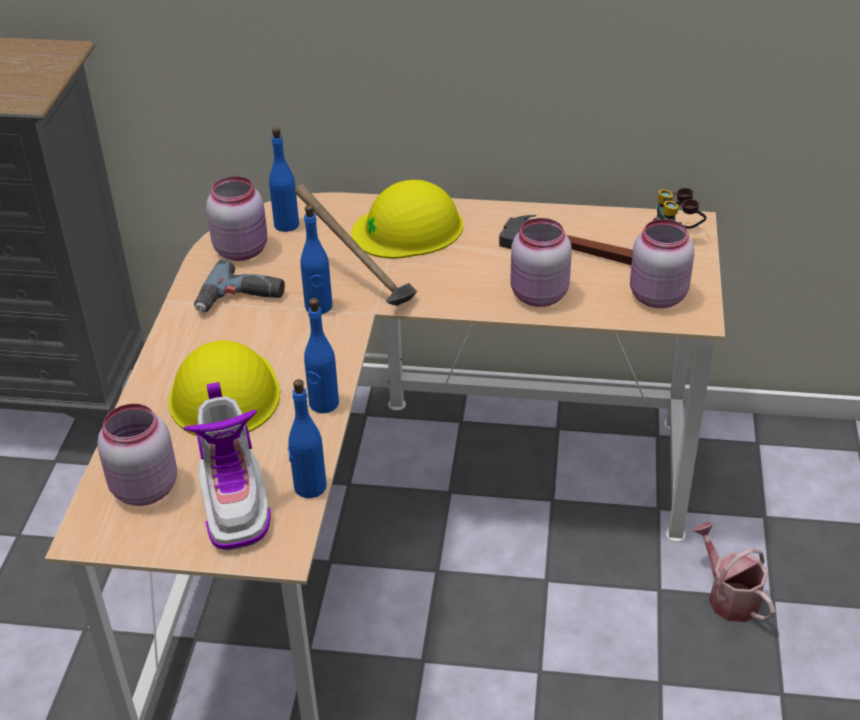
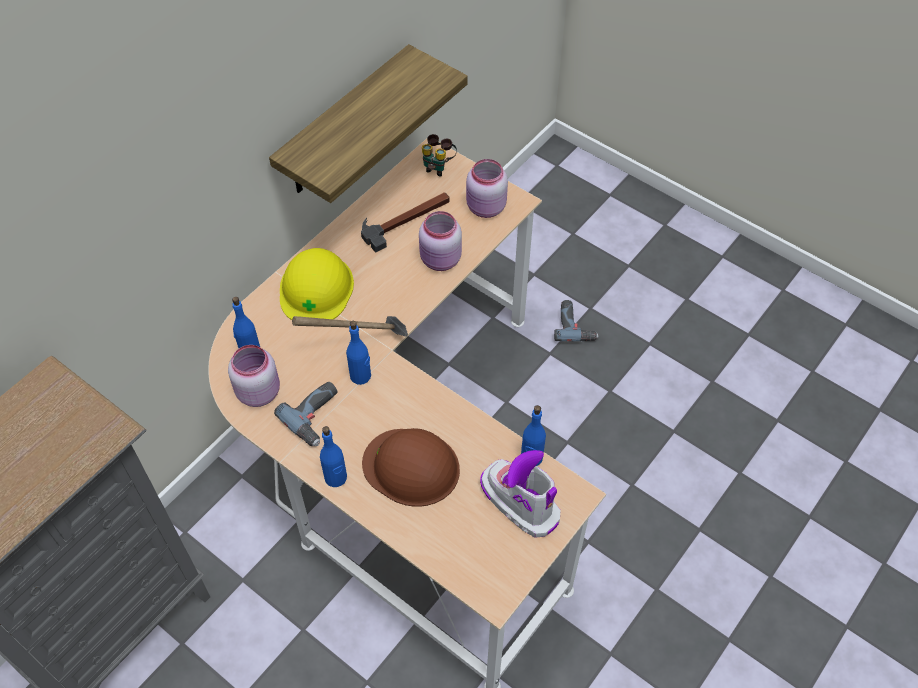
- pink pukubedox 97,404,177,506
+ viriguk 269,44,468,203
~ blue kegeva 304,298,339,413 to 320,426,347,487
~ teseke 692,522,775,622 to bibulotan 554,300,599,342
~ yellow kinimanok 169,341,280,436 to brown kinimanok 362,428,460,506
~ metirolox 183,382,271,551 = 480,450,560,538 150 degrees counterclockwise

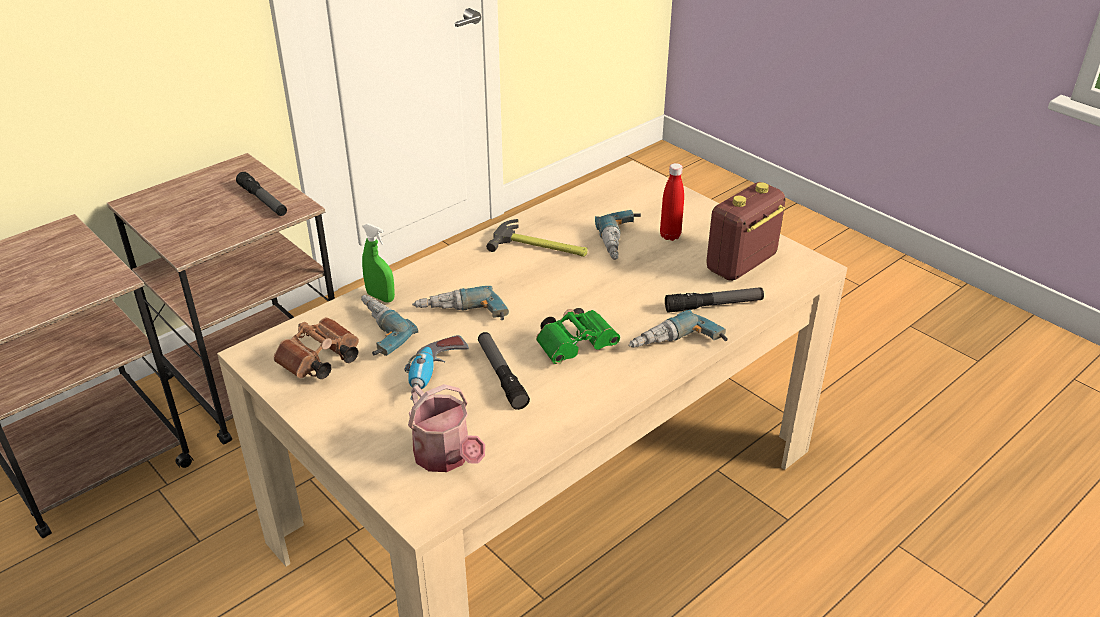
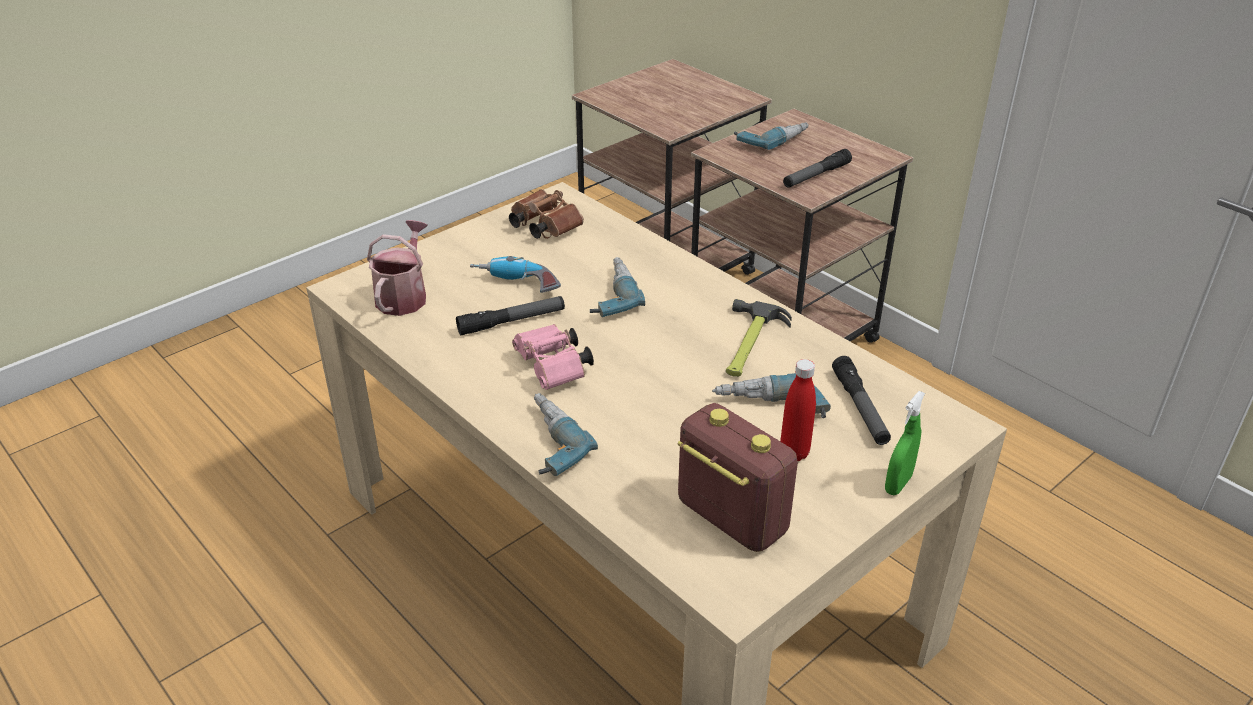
~ bibulotan 361,295,418,356 to 734,123,809,150
~ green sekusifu 362,223,395,302 to 885,391,925,495
~ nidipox 665,287,764,313 to 832,356,891,445
~ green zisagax 536,308,620,364 to pink zisagax 512,324,594,390
~ teseke 408,384,485,472 = 367,220,427,316 135 degrees clockwise

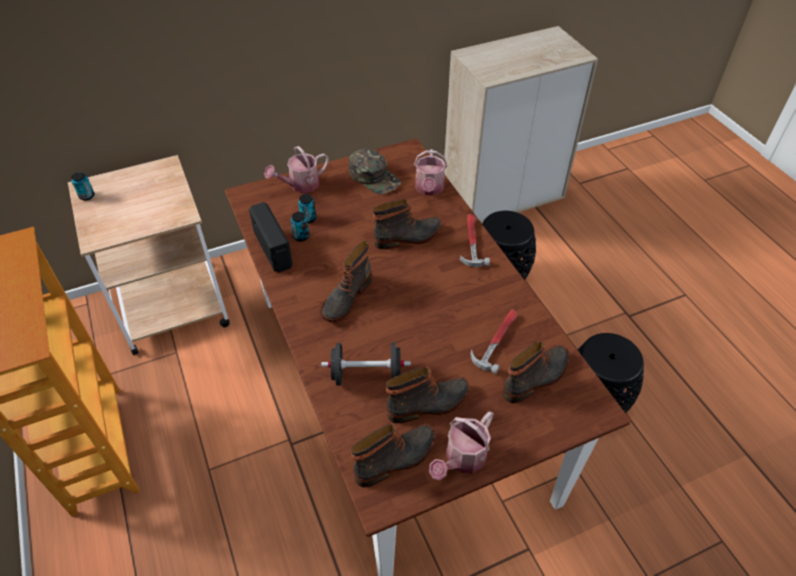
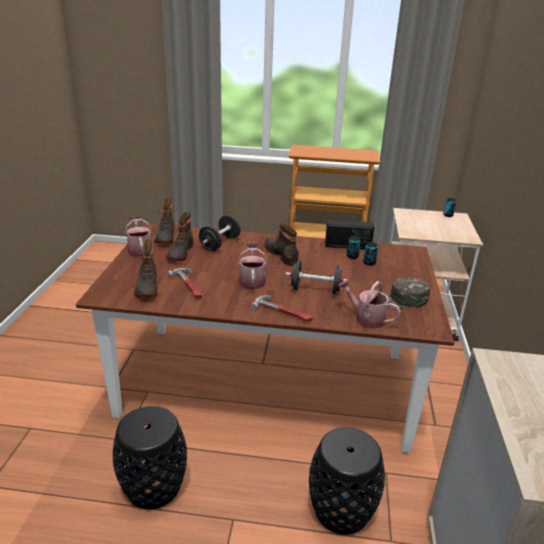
~ teseke 264,146,329,193 to 238,243,267,290
~ metirolox 373,199,442,249 to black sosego 286,260,347,295

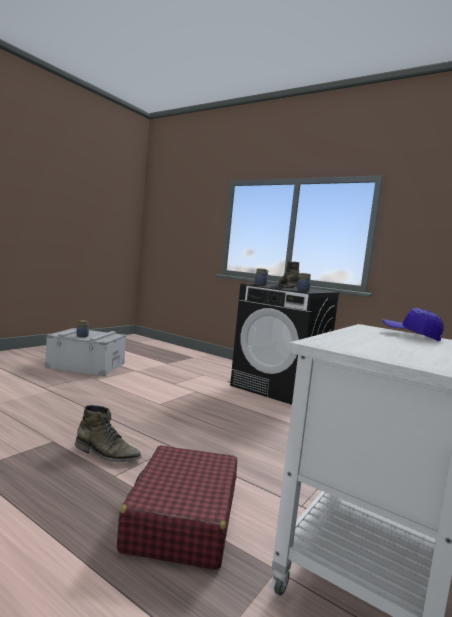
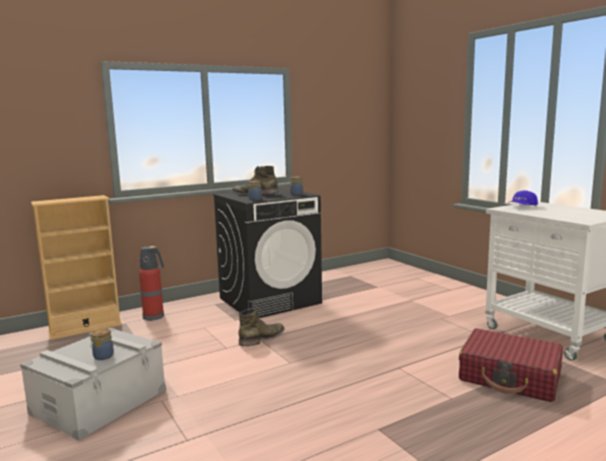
+ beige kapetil 31,195,122,340
+ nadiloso 138,246,164,321
~ green metirolox 75,405,142,462 to 238,308,285,346

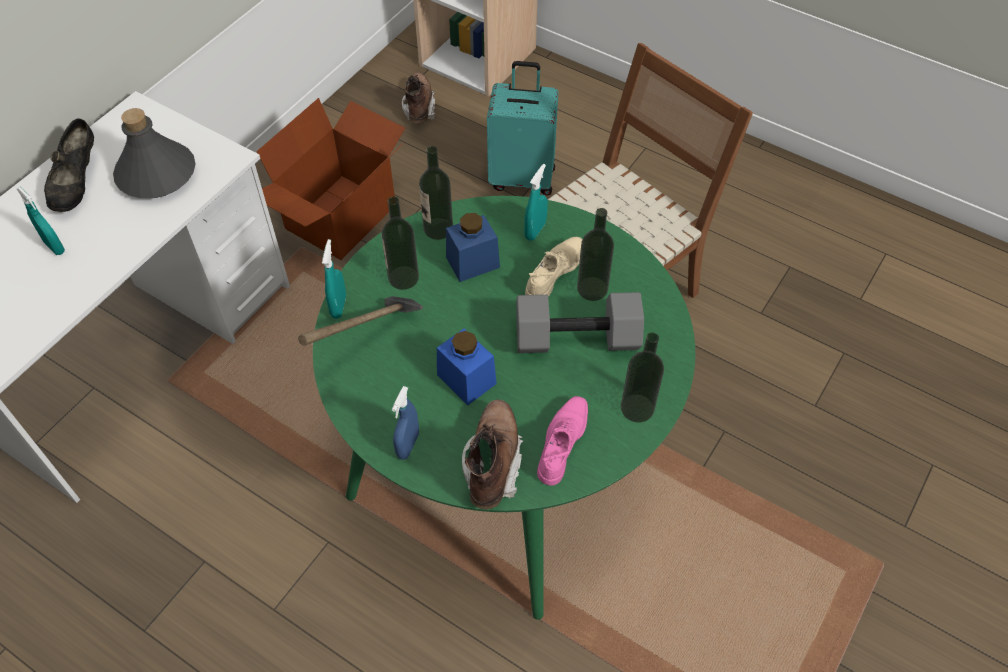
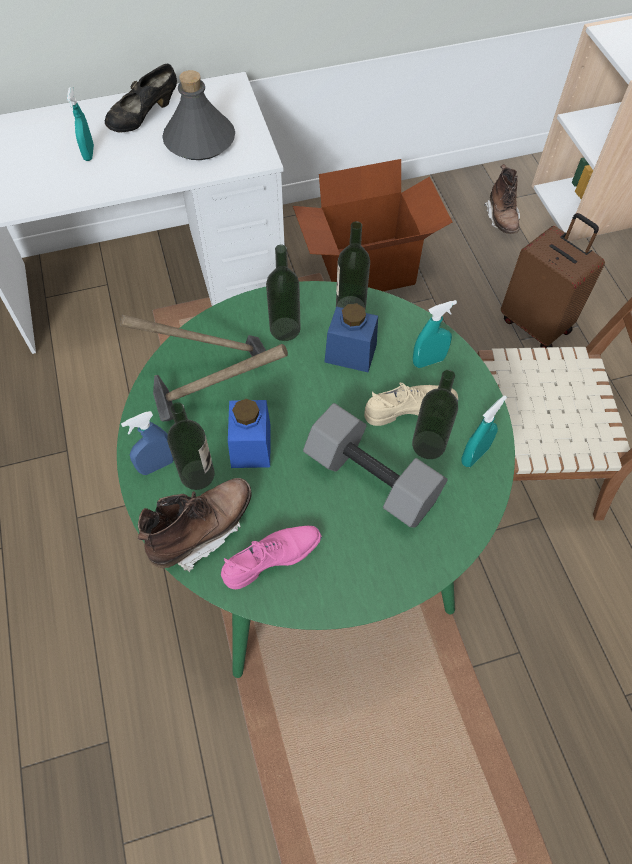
+ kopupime 153,344,288,421
~ turquoise sekusifu 322,239,346,319 to 461,395,507,467
~ kegeva 621,333,664,422 to 167,402,215,490
~ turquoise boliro 487,61,558,195 to brown boliro 501,213,605,349
~ brown metirolox 402,72,435,124 = 484,164,520,234 135 degrees clockwise

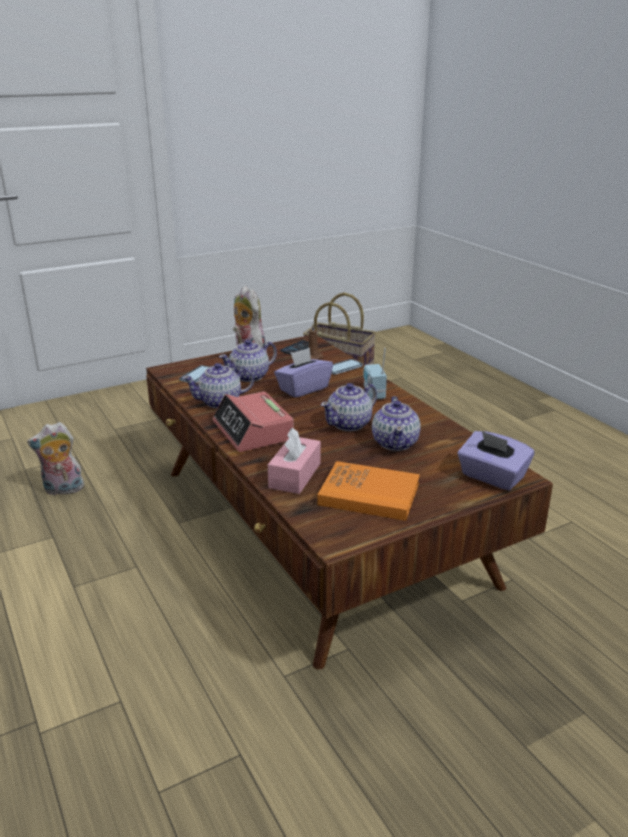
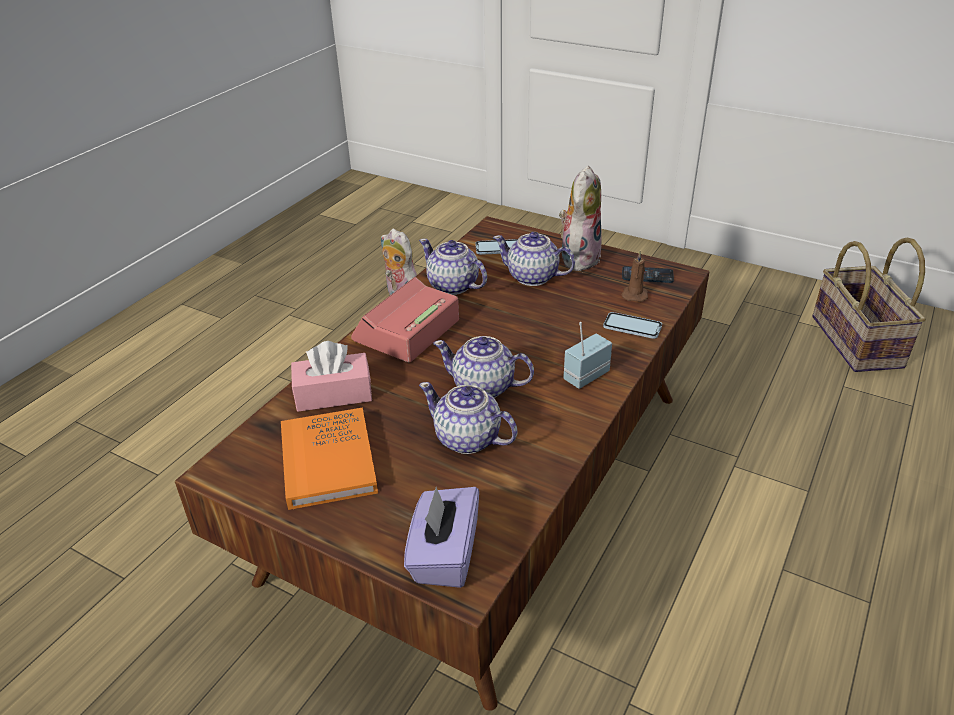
- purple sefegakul 274,347,333,398
~ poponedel 372,396,421,451 = 419,382,517,454 60 degrees clockwise

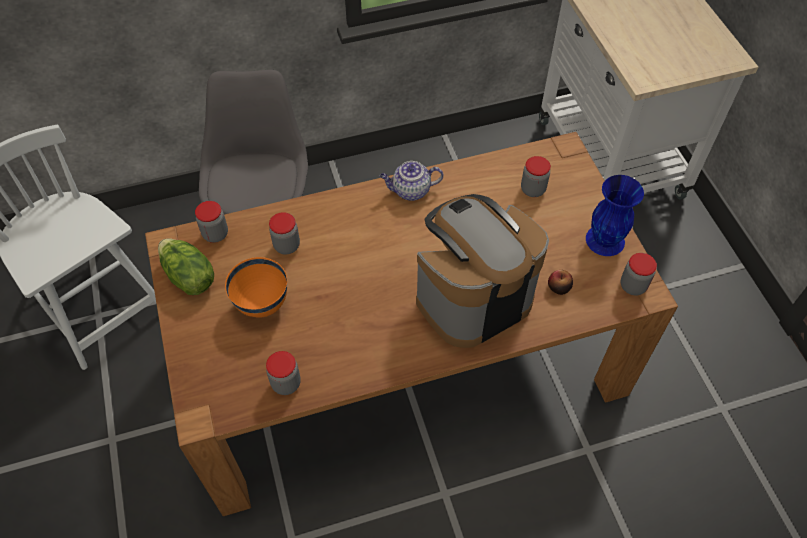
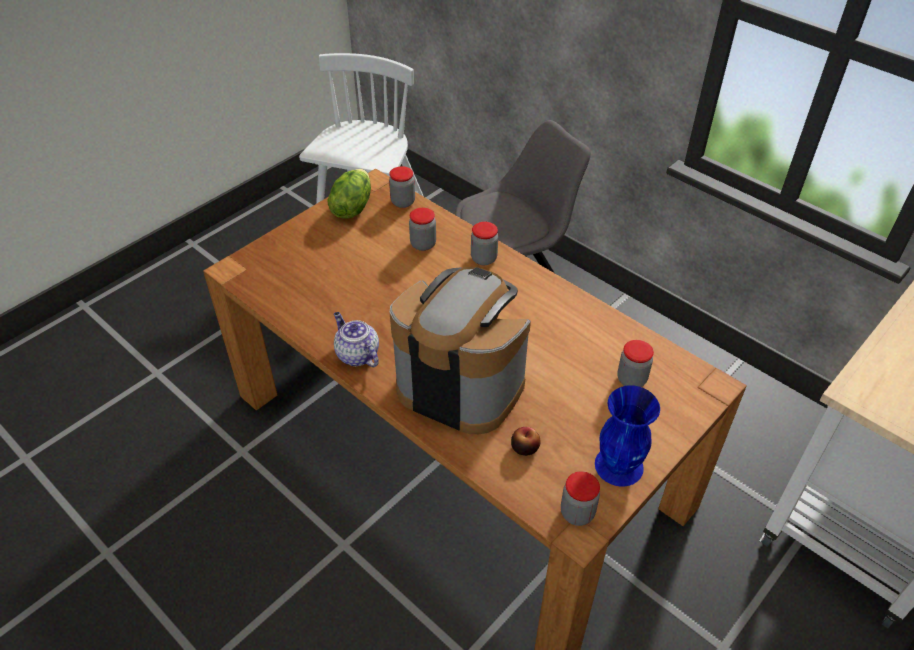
- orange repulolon 225,257,287,318
~ pukubedox 266,351,301,395 to 471,222,498,265
~ poponedel 380,161,443,201 to 334,312,379,367

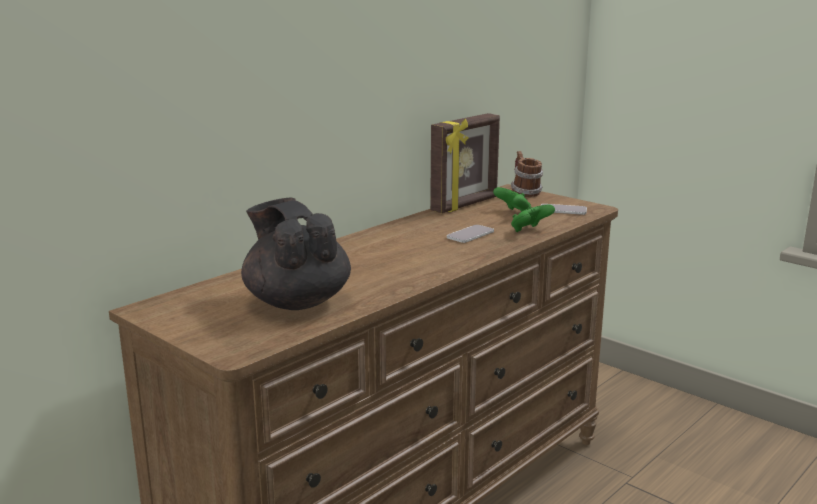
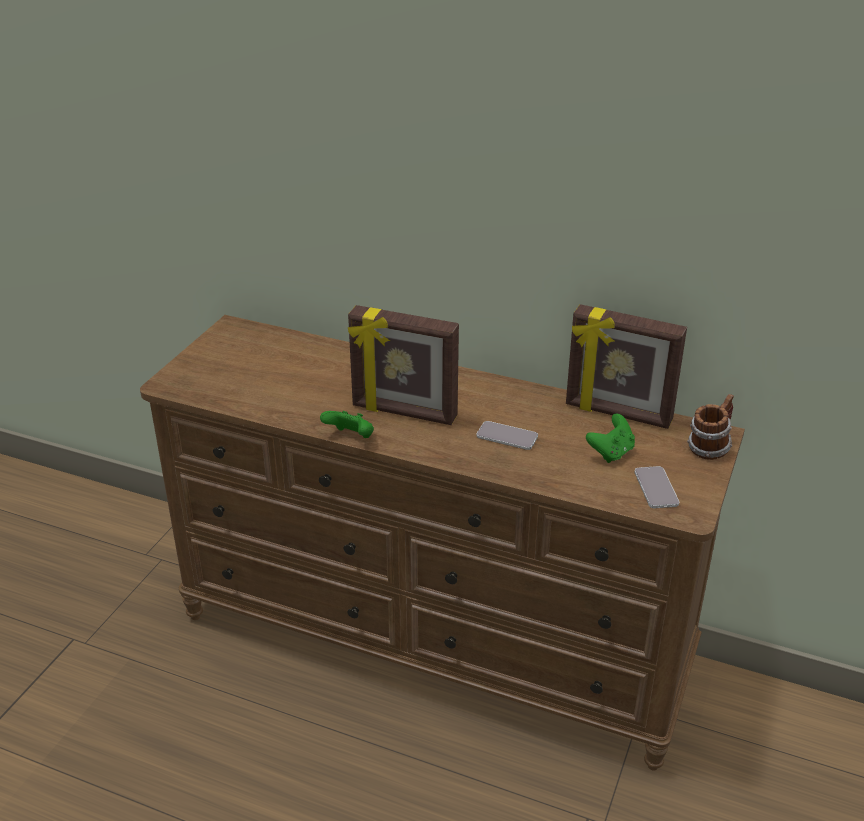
- black poponedel 241,197,351,310
+ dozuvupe 348,305,459,425
~ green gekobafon 511,205,555,232 to 320,411,374,438

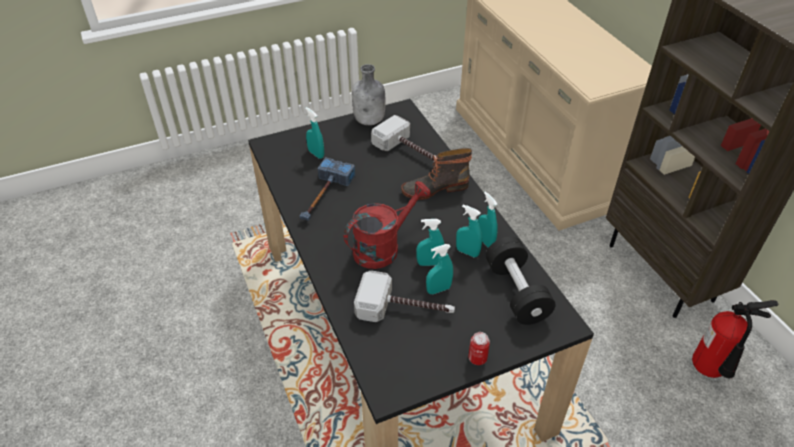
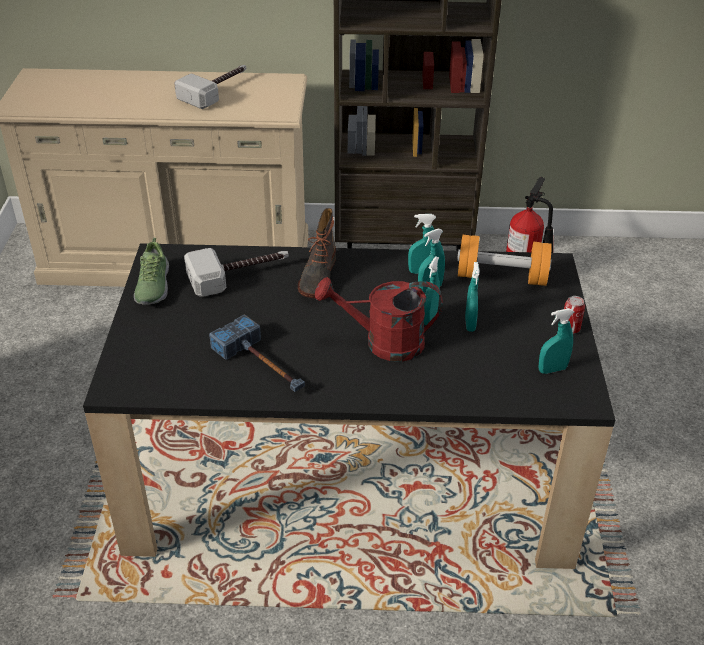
~ turquoise sekusifu 305,107,324,159 to 538,308,574,374
~ kopupime 354,270,455,322 to 174,65,246,109
~ grey kegeva 352,64,385,126 to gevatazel 134,238,169,305
~ black sosego 486,237,556,325 to orange sosego 457,235,552,286
~ red teseke 344,181,431,269 = 315,277,442,362 75 degrees counterclockwise

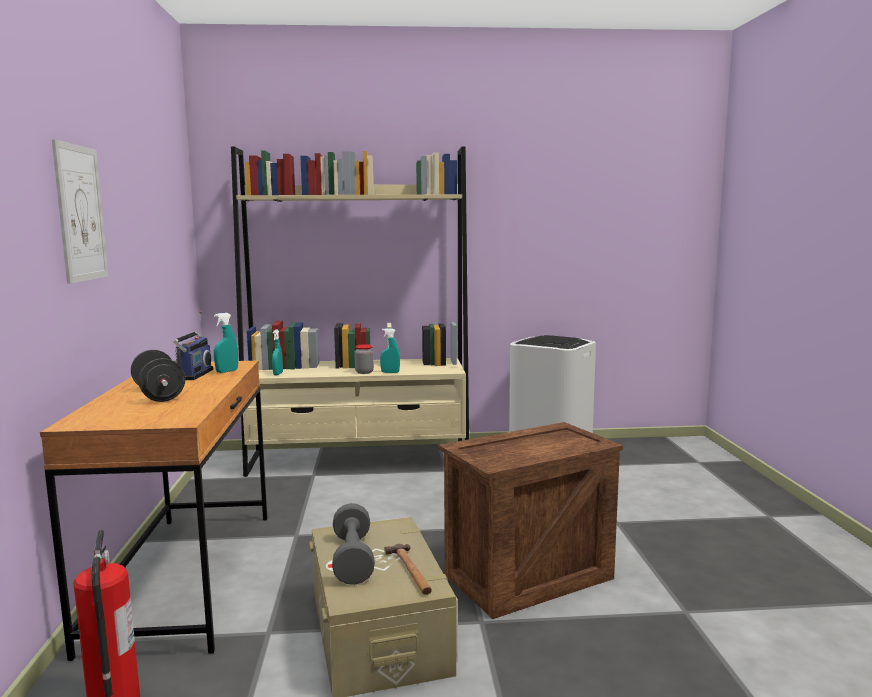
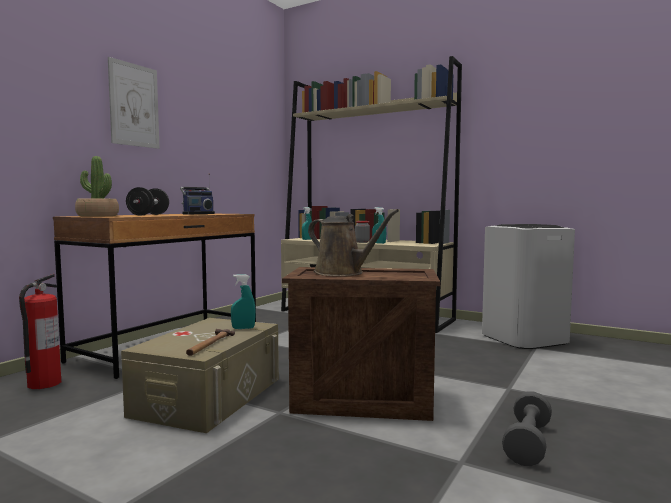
+ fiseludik 75,156,119,217
+ brown teseke 308,209,399,276
~ turquoise sekusifu 214,313,238,373 to 231,274,256,329
~ grey sosego 332,503,375,585 to 502,391,552,466

